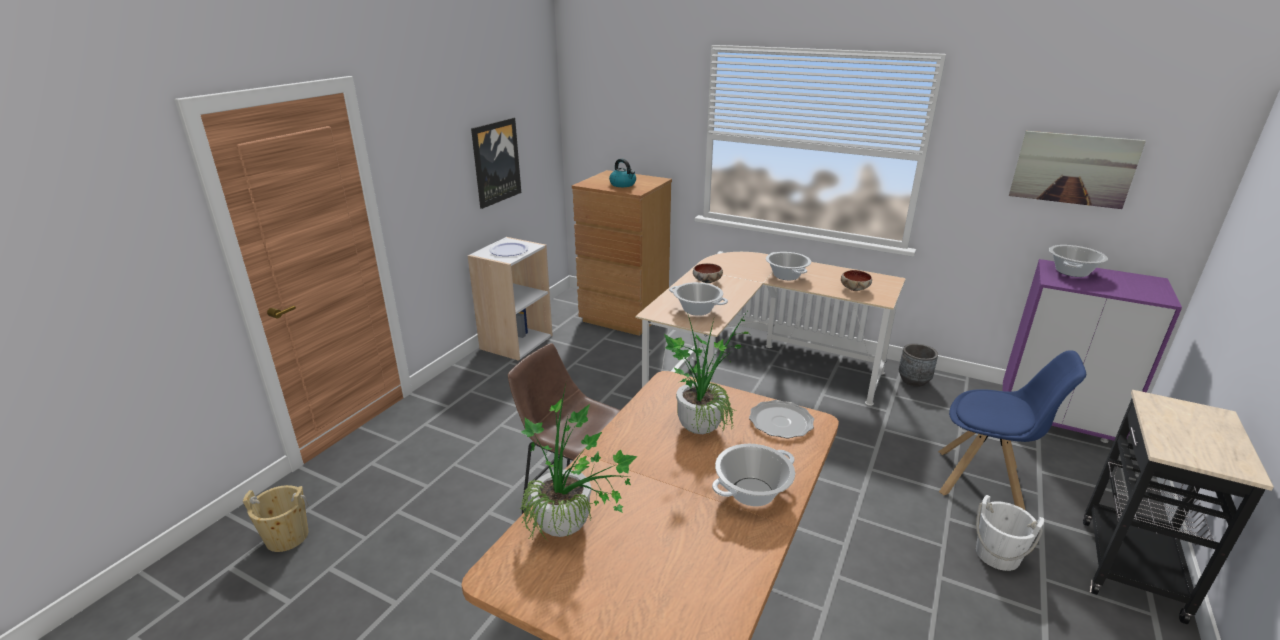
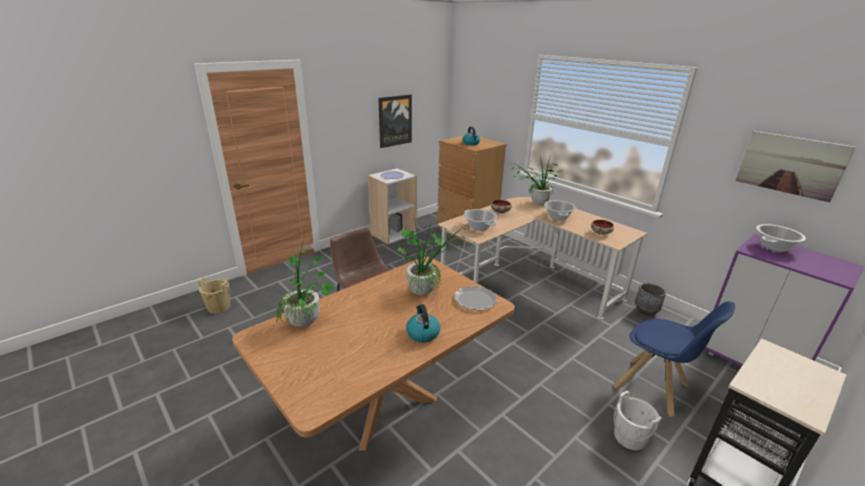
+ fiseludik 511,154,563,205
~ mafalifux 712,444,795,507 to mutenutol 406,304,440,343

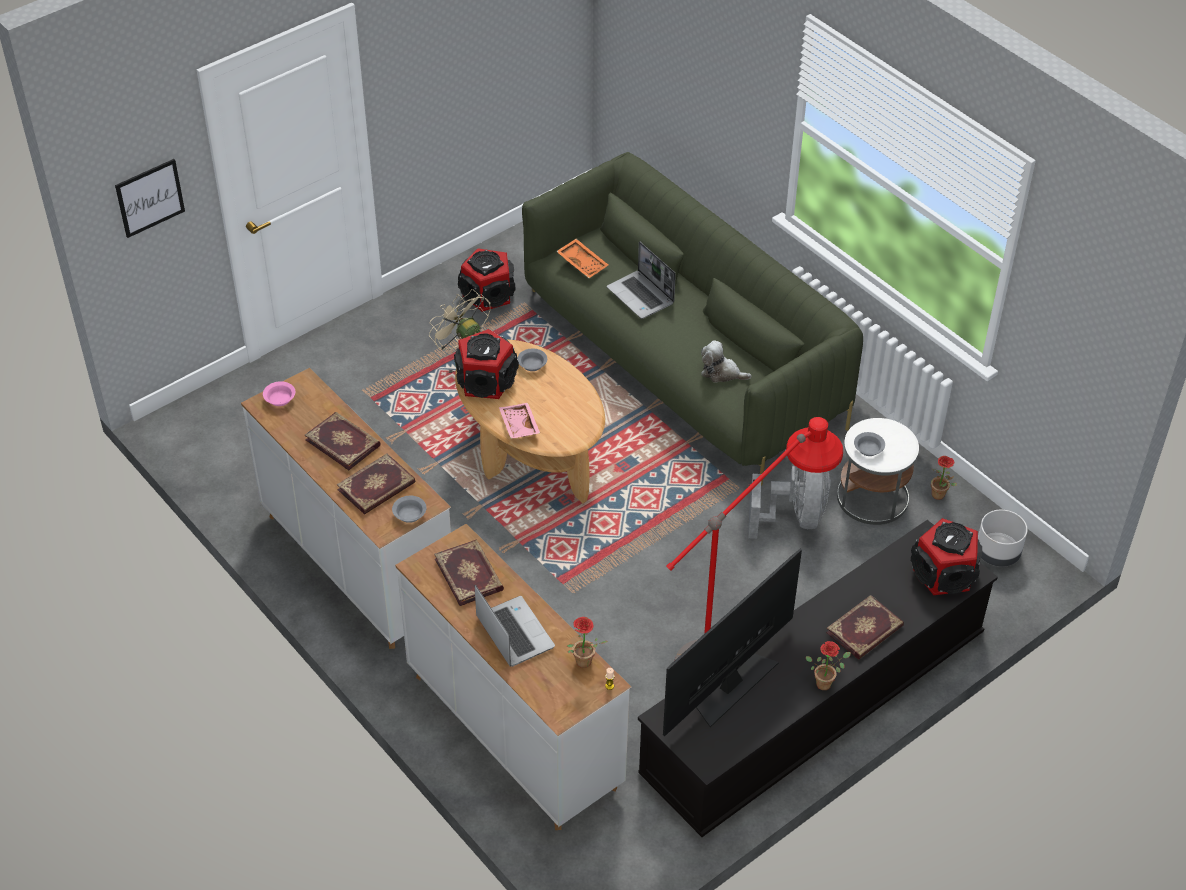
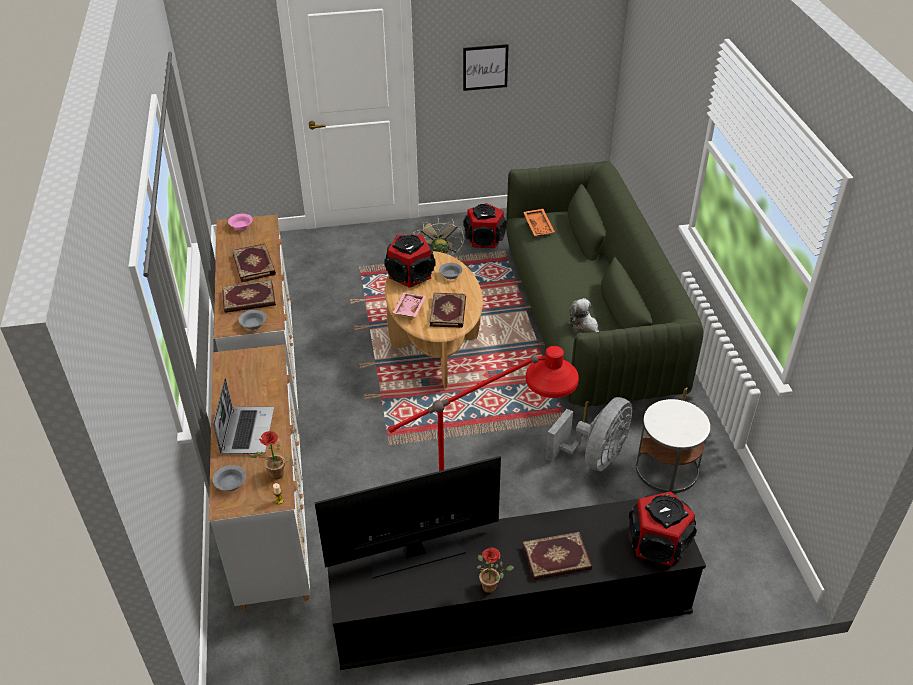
- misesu 607,241,676,319
- fiseludik 931,456,957,500
- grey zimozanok 978,510,1028,567
~ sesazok 115,159,185,238 to 463,44,509,91
~ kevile 434,540,504,606 to 430,292,466,328
~ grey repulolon 854,432,885,456 to 213,465,246,491

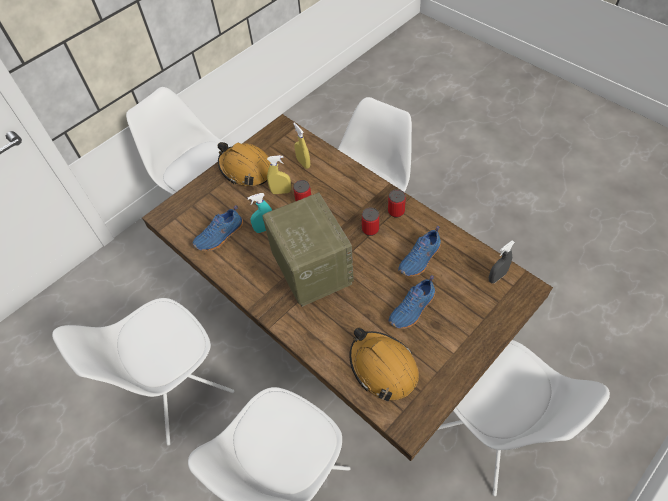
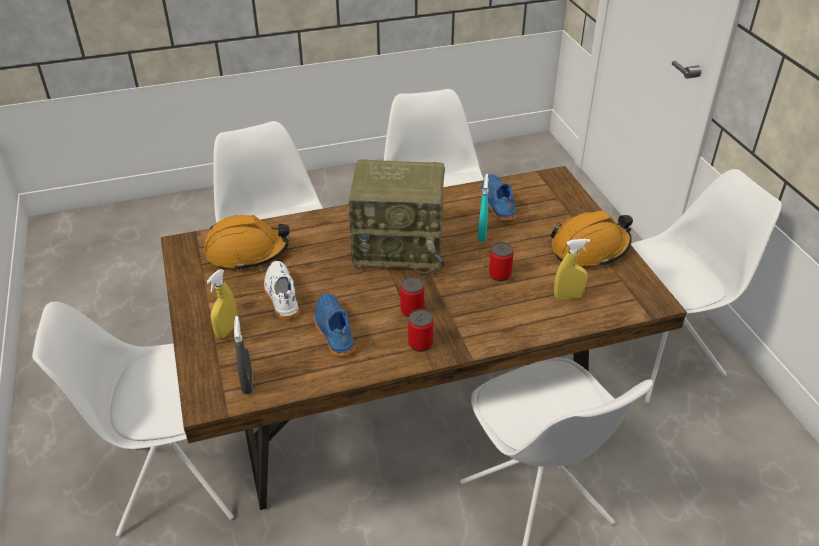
~ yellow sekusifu 267,155,291,194 to 206,269,238,339
~ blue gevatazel 389,275,435,329 to white gevatazel 264,261,300,320

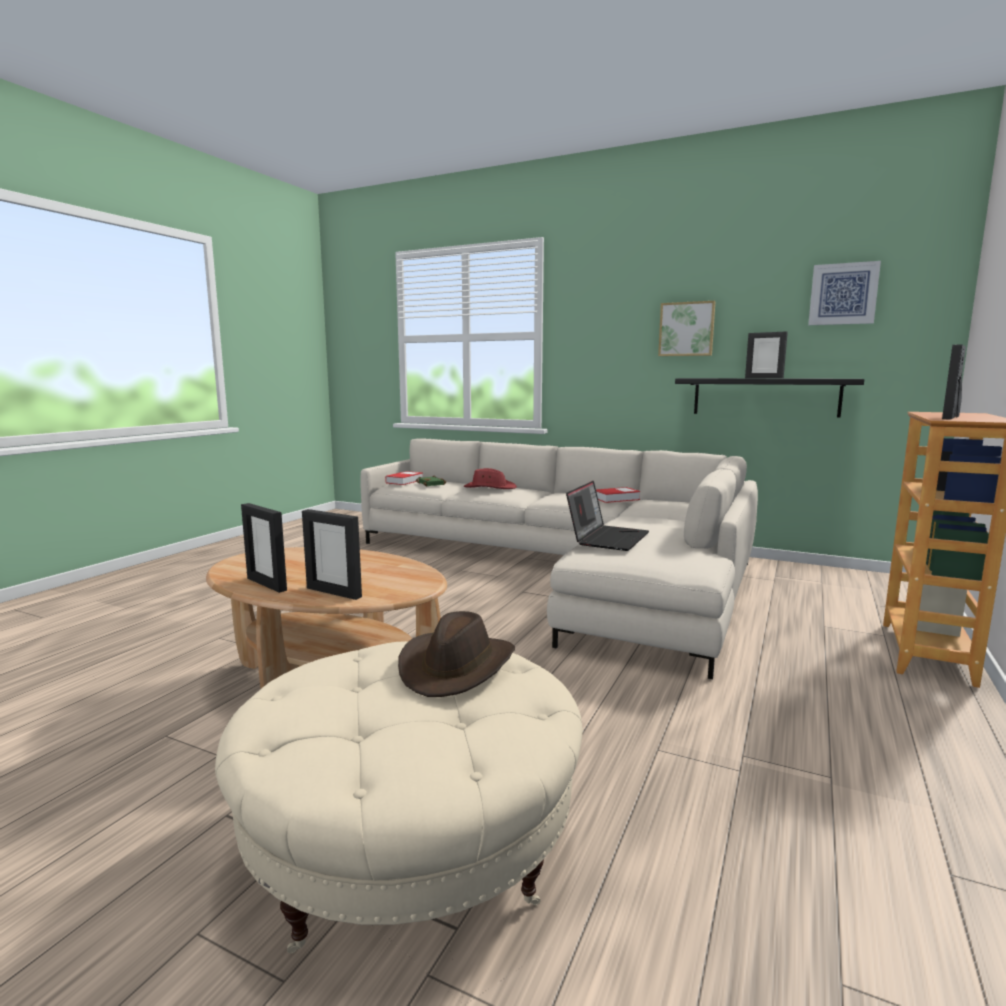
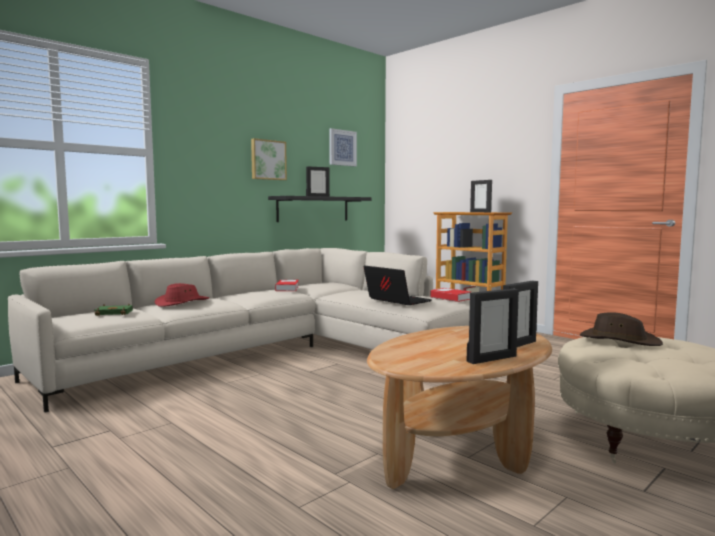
~ kevile 385,471,423,485 to 430,288,471,302

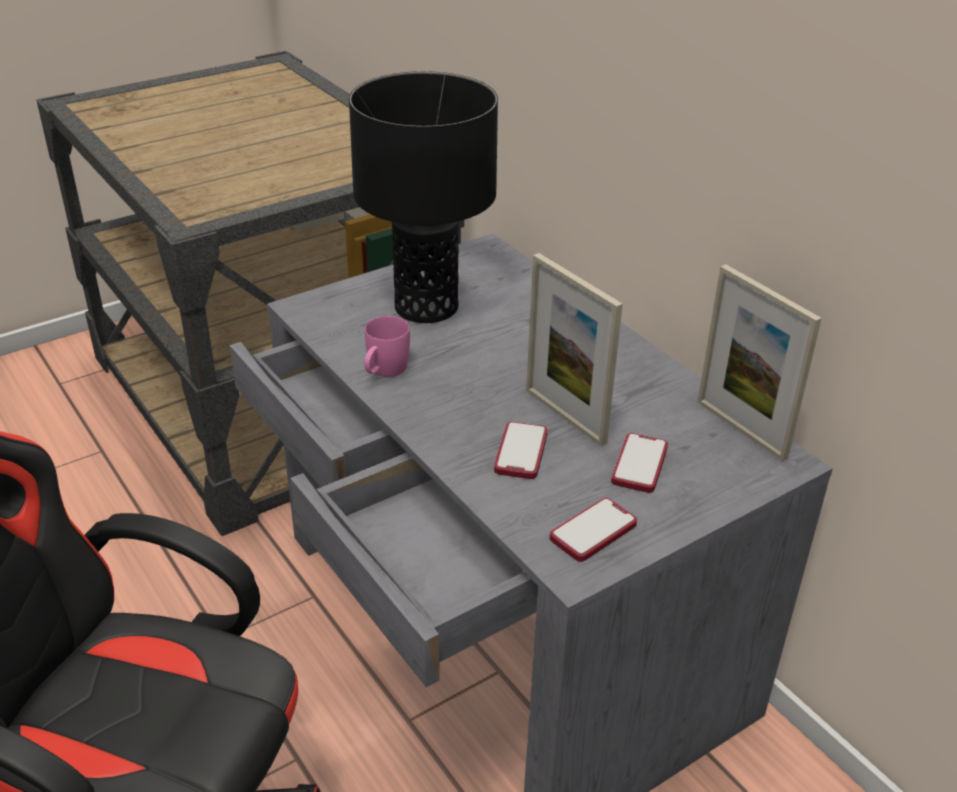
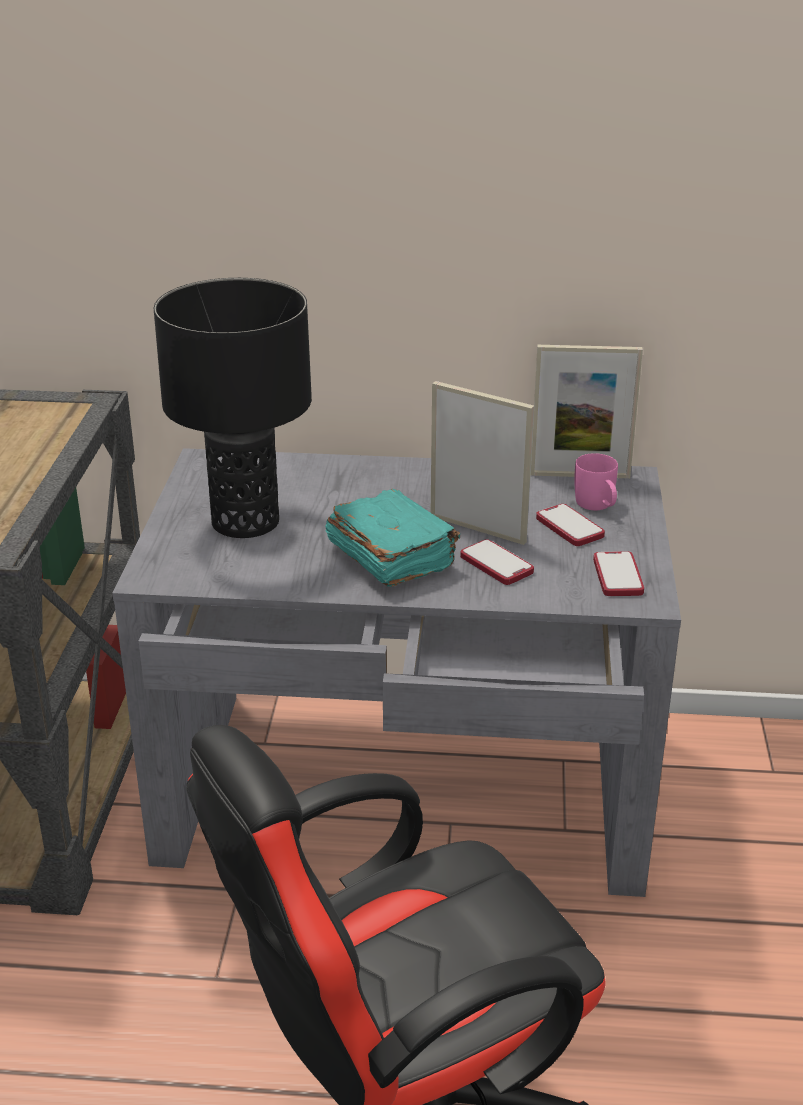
+ turquoise kevile 325,489,460,587
~ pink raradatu 364,316,410,377 to 574,453,618,510
~ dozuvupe 526,253,623,446 = 431,381,534,545 150 degrees counterclockwise

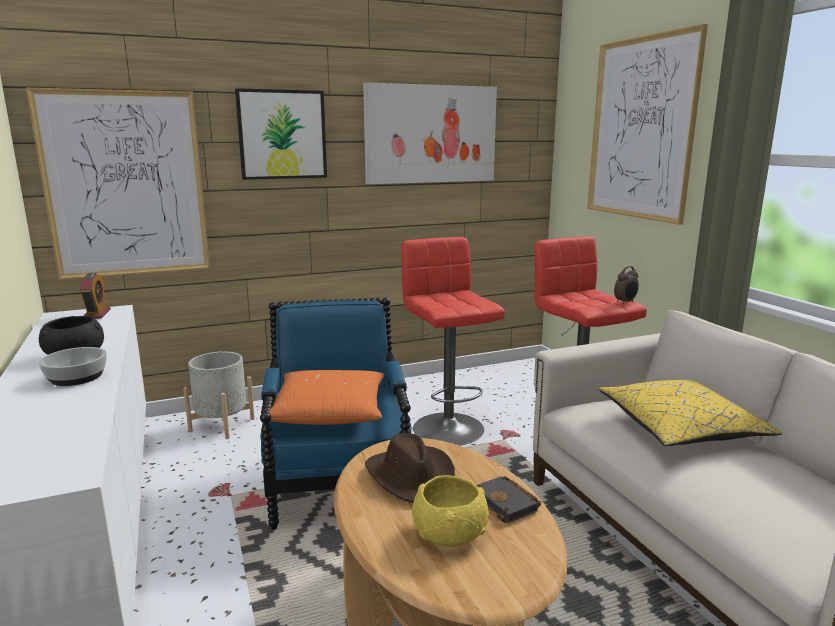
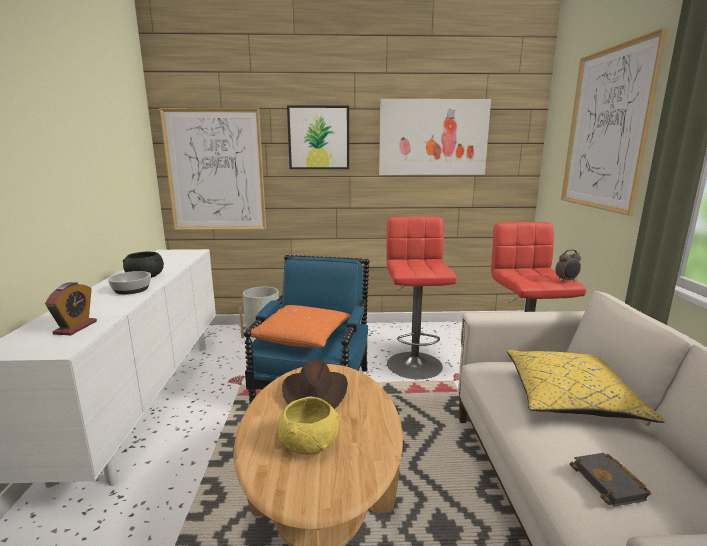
~ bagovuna 80,273,111,319 to 45,282,97,336
~ black kevile 476,476,541,523 to 570,453,651,507

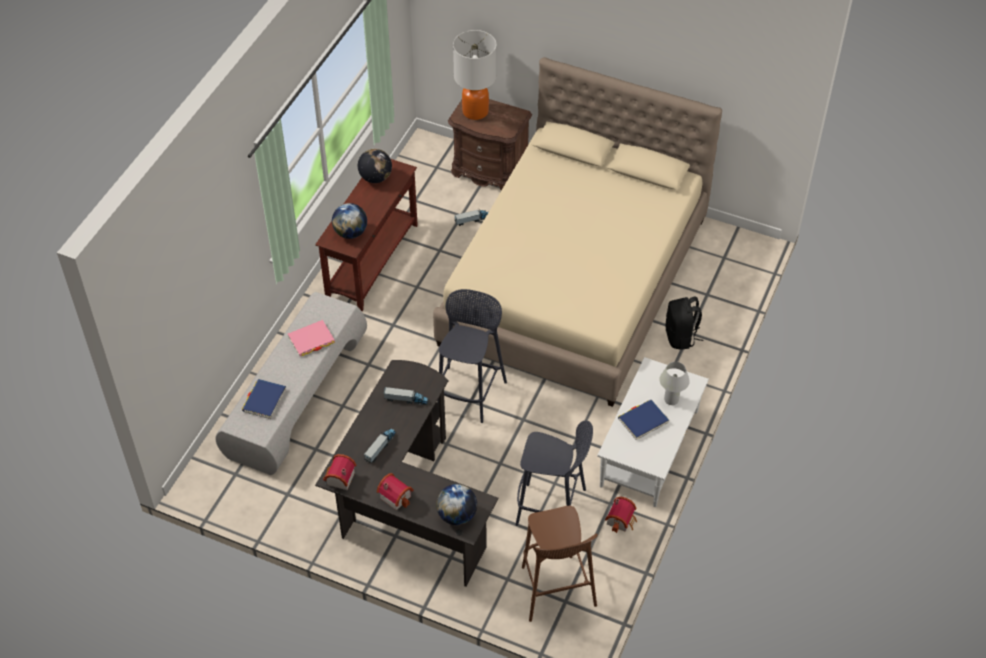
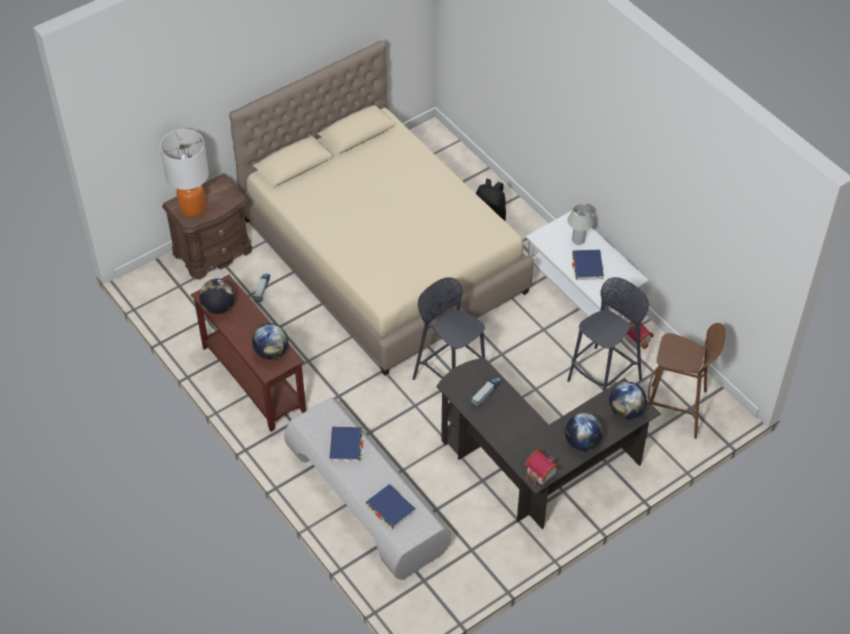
- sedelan 364,429,396,463
~ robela 377,473,414,511 to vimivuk 565,413,603,451
~ pink kevile 288,320,335,356 to blue kevile 329,427,363,462

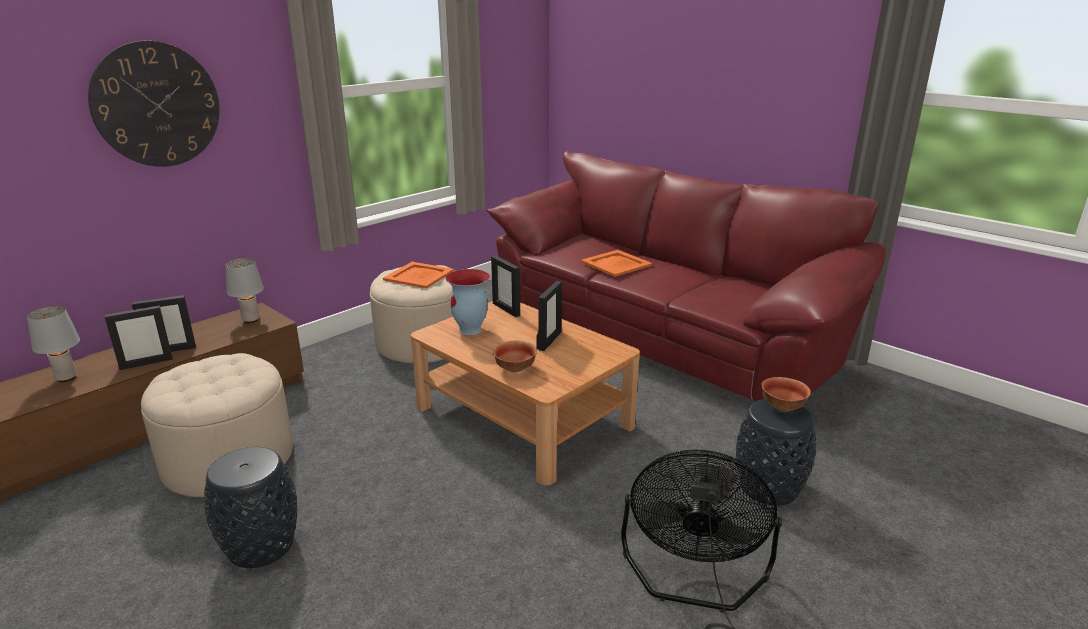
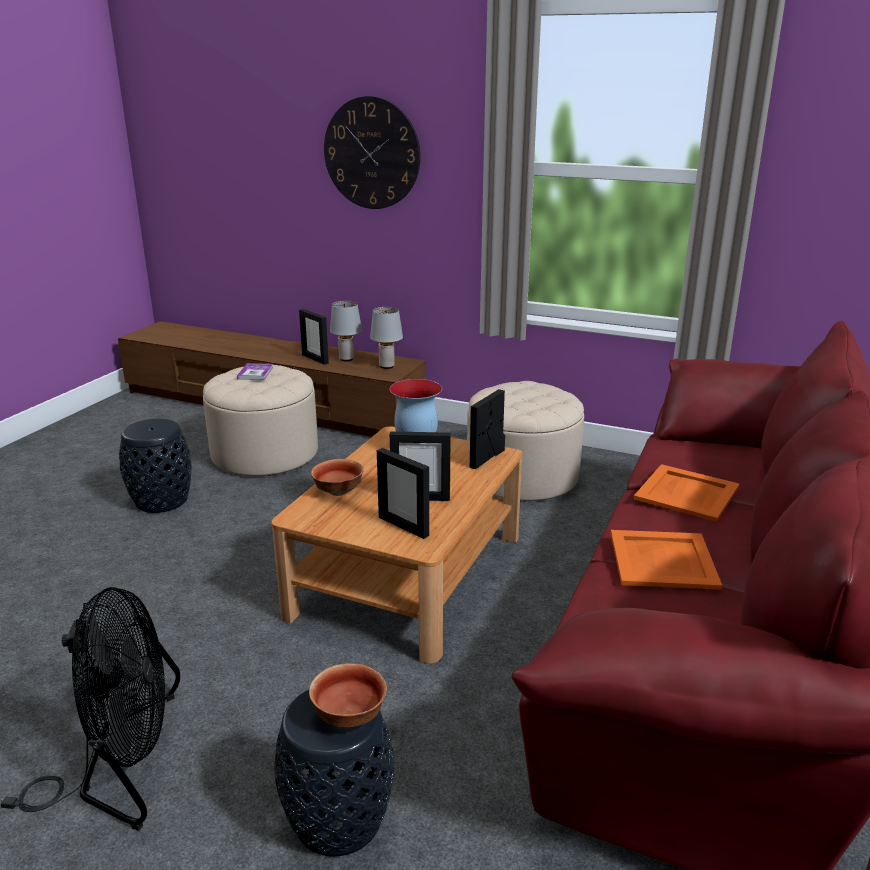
+ kevile 237,363,273,380
~ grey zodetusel 27,306,80,382 to 330,301,362,361
~ dozuvupe 105,305,173,370 to 377,448,429,539
~ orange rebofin 383,262,454,289 to 610,530,722,590

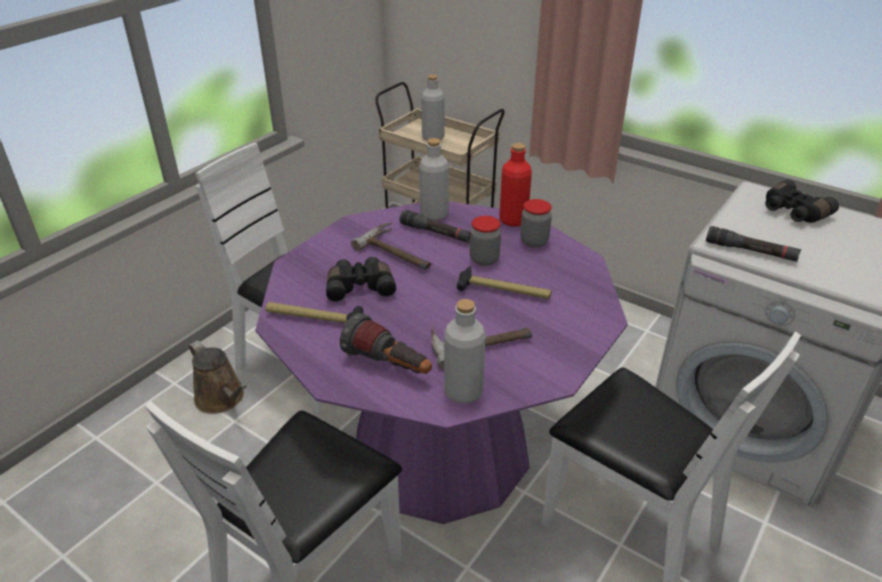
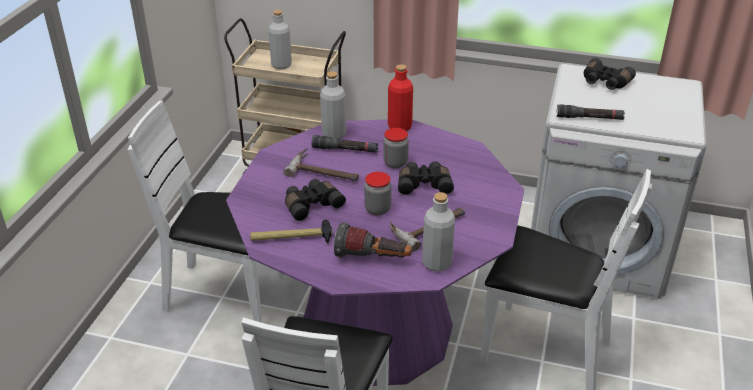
- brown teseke 189,341,247,414
~ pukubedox 520,199,552,248 to 364,172,391,215
~ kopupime 457,266,552,299 to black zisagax 398,161,454,195

